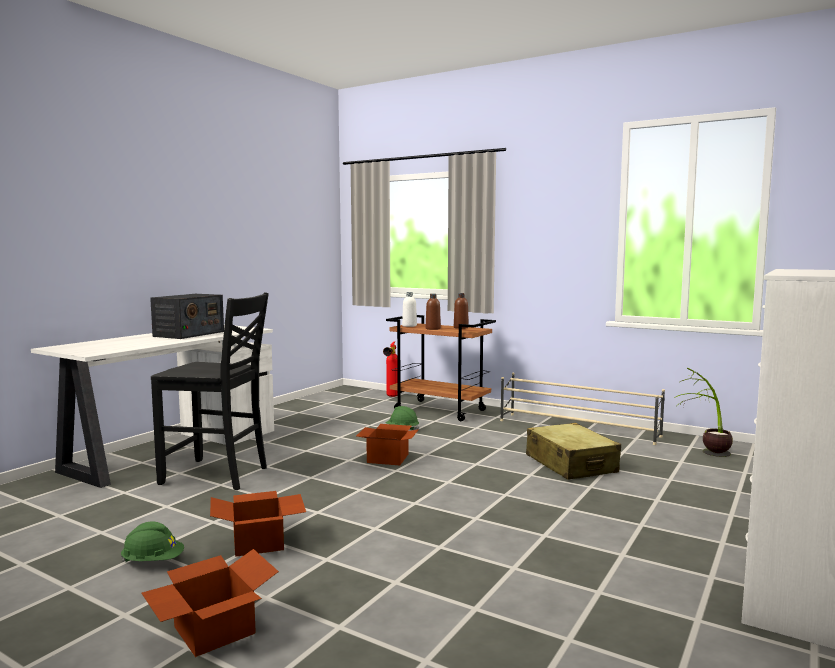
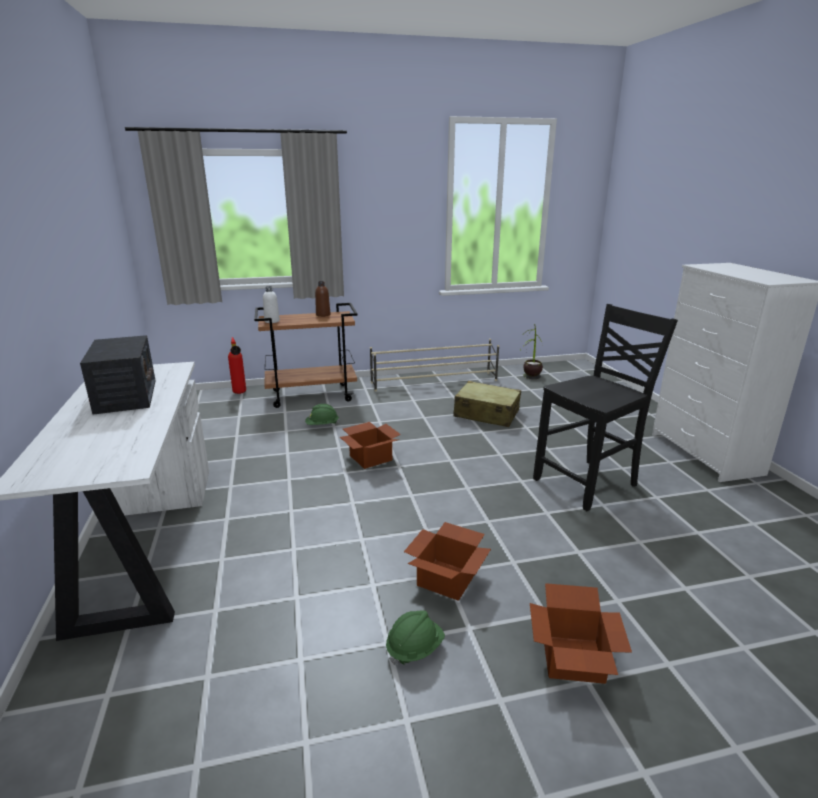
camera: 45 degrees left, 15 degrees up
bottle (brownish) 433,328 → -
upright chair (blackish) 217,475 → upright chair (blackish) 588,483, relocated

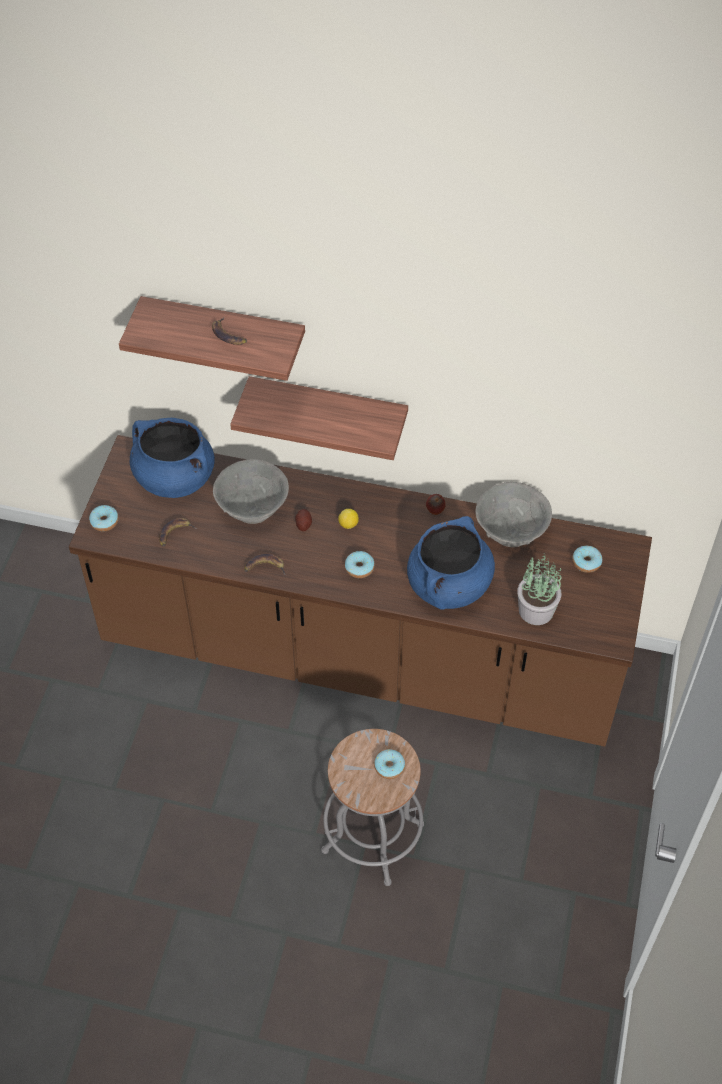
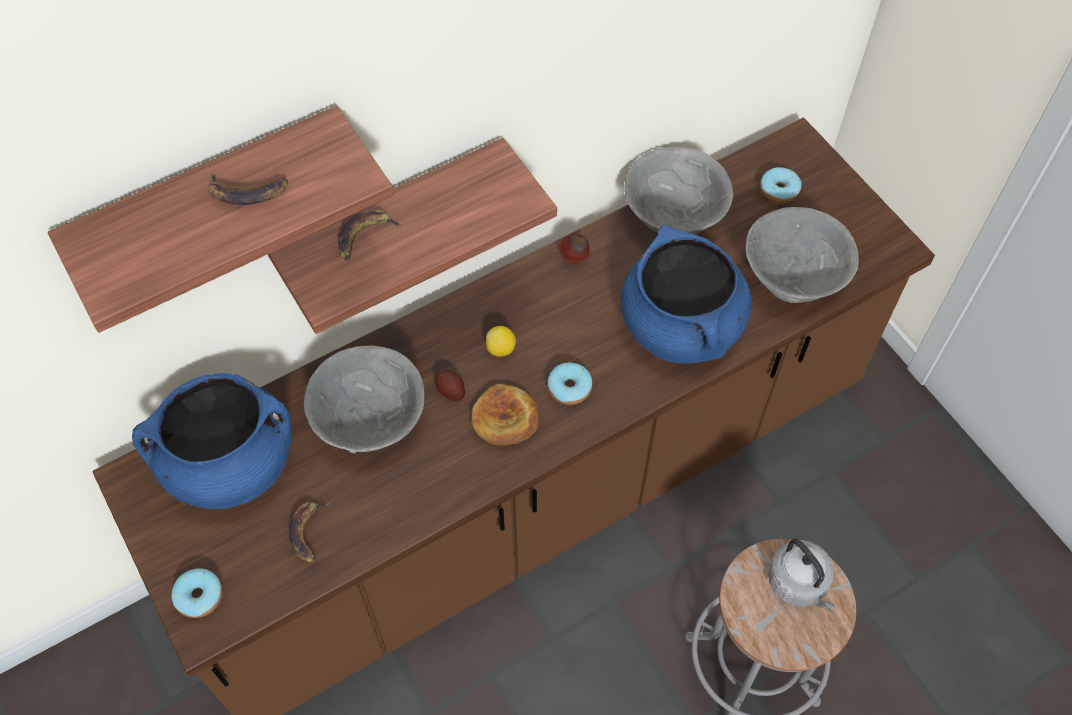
camera: 45 degrees left, 5 degrees up
- → baked bread 505,418
banana fruit 264,567 → banana fruit 364,237, relocated
doughnut 389,767 → water kettle (greyish) 799,584
houseplant 535,609 → bowl (greyish) 792,279

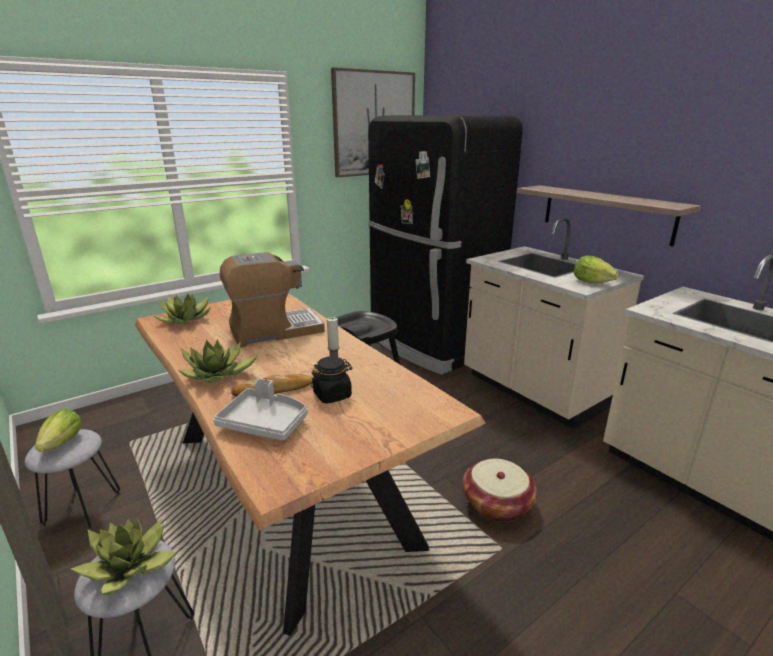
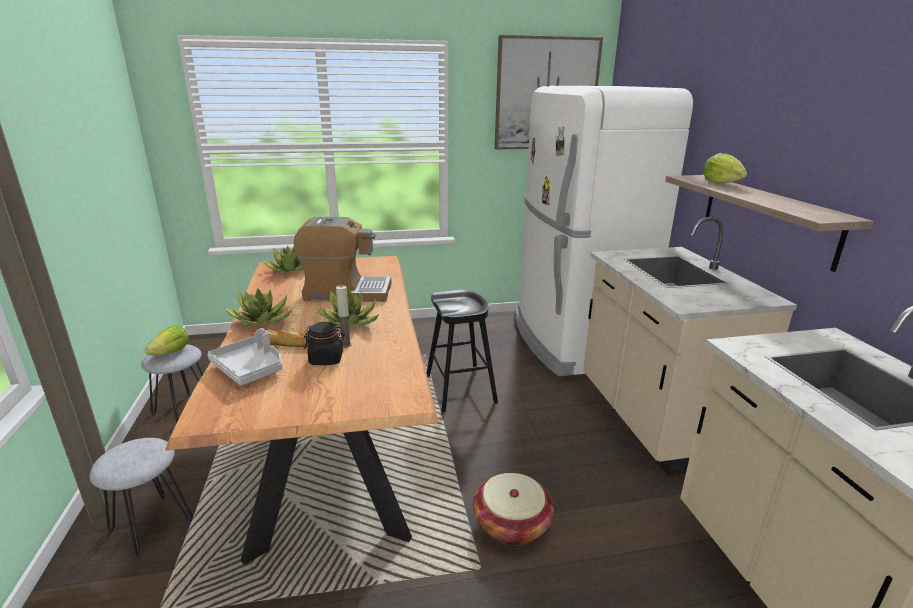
camera: 25 degrees right, 0 degrees up
houseplant 130,567 → houseplant 350,322, relocated
lettuce 591,282 → lettuce 721,184, relocated
kitchen fridge (blackish) 429,343 → kitchen fridge (white) 572,341

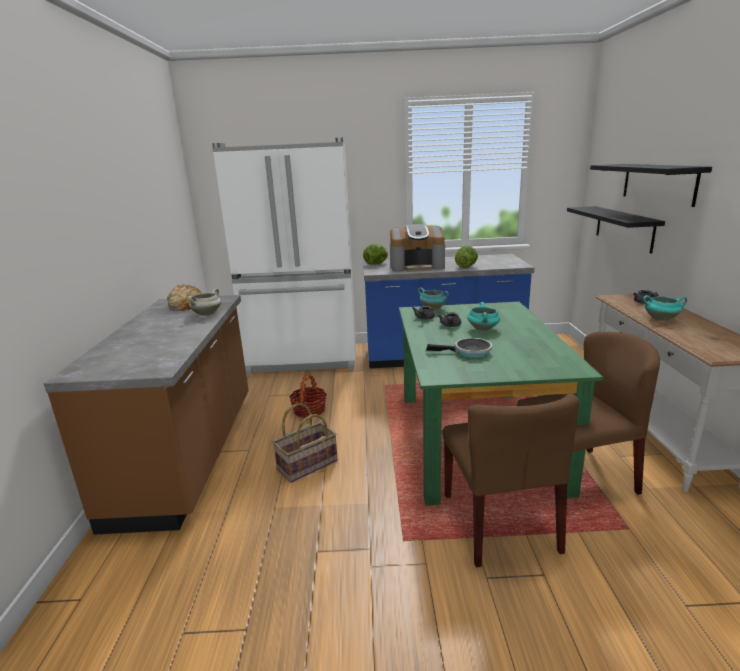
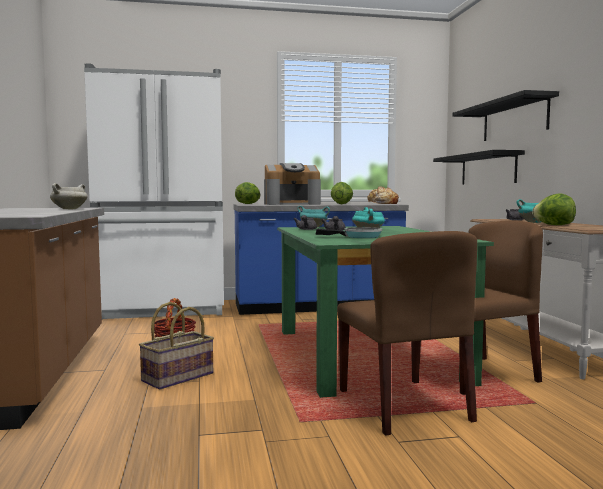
camera: 10 degrees left, 15 degrees down
- → lettuce 554,225
baked bread 186,305 → baked bread 382,203, relocated

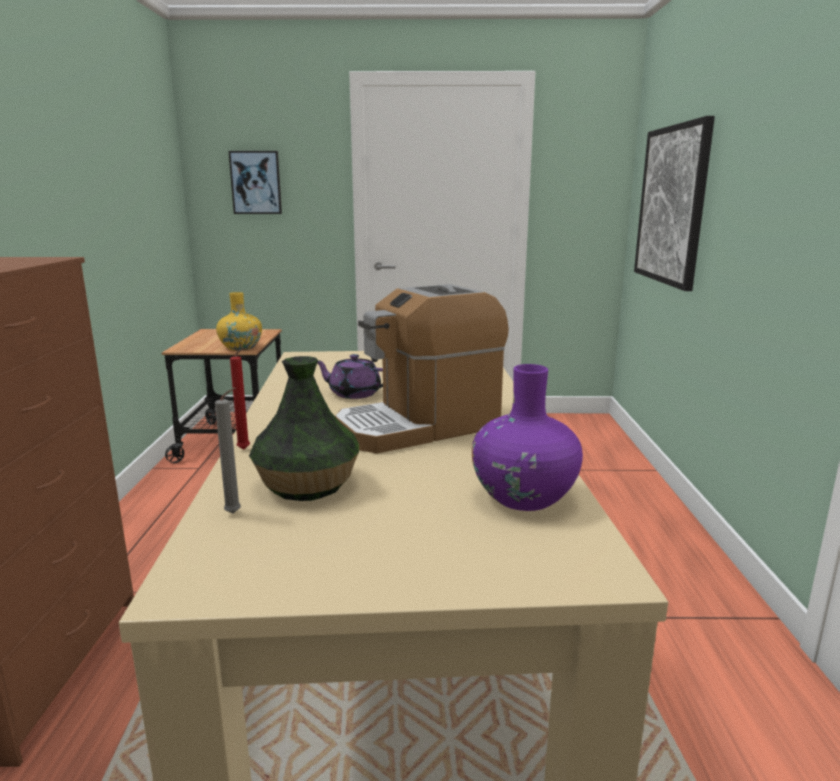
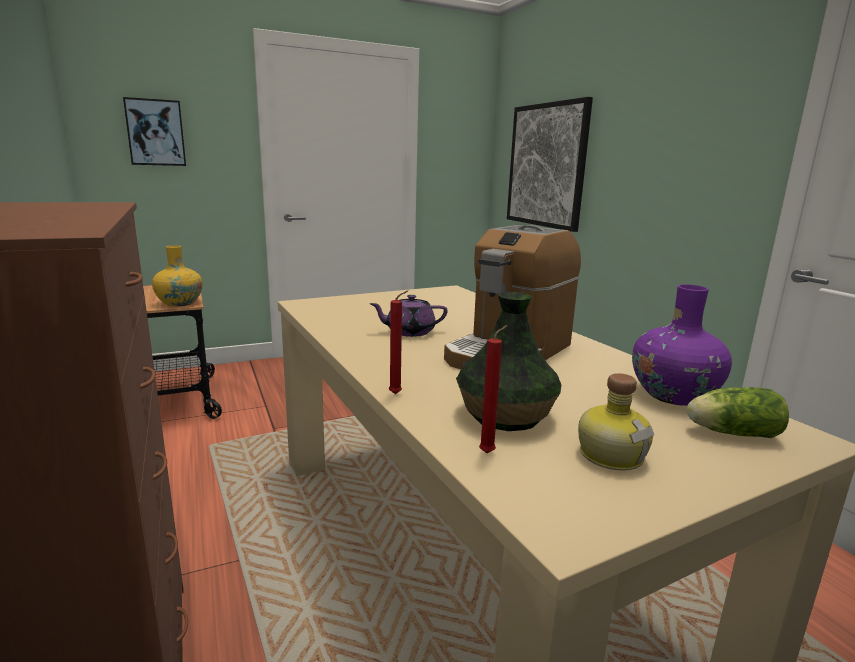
camera: 25 degrees left, 0 degrees up
- → bottle 611,454
- → lettuce 730,433
wax candle (greyish) 235,513 → wax candle (reddish) 489,452

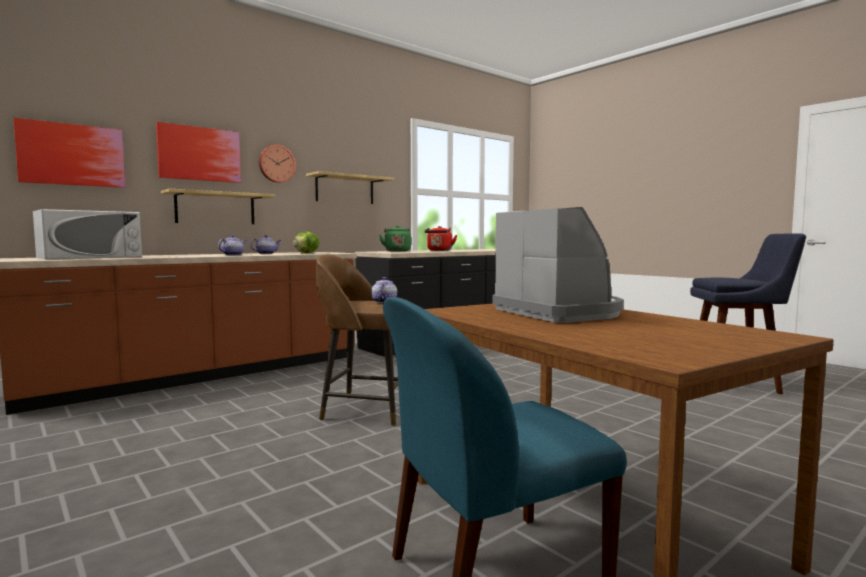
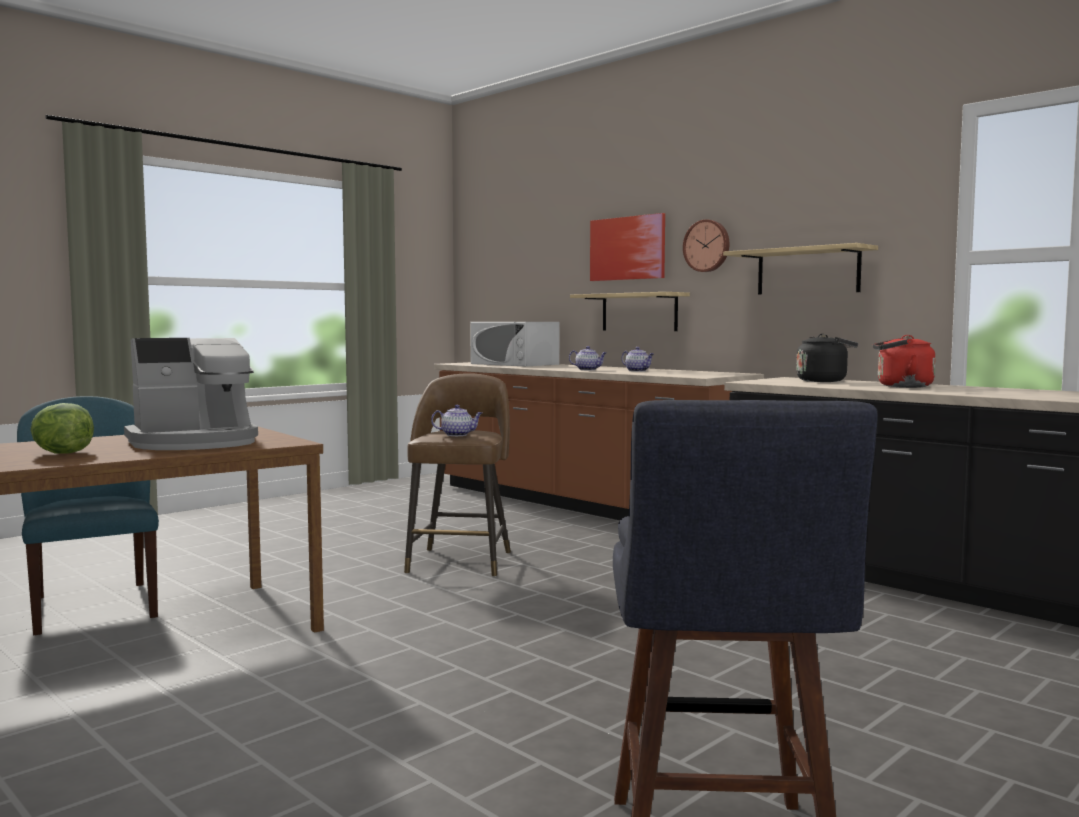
camera: 85 degrees right, 0 degrees up
wall art 72,155 → -
lettuce 306,253 → lettuce 62,453, relocated
water kettle (green-coloured) 397,251 → water kettle (blackish) 824,381

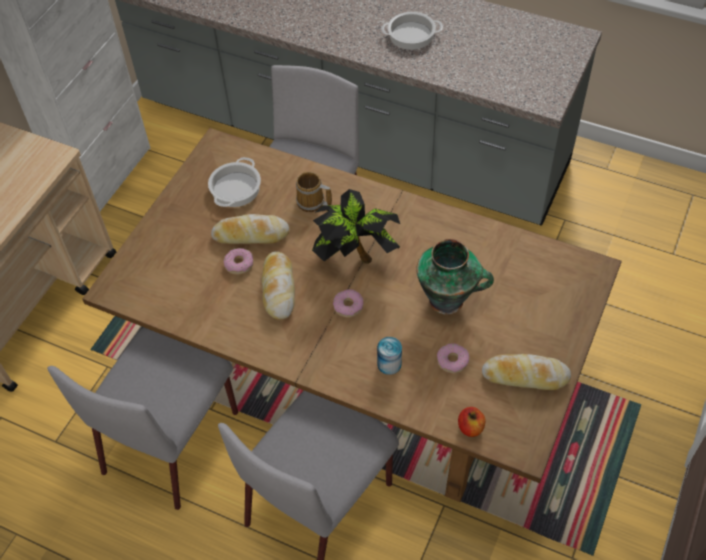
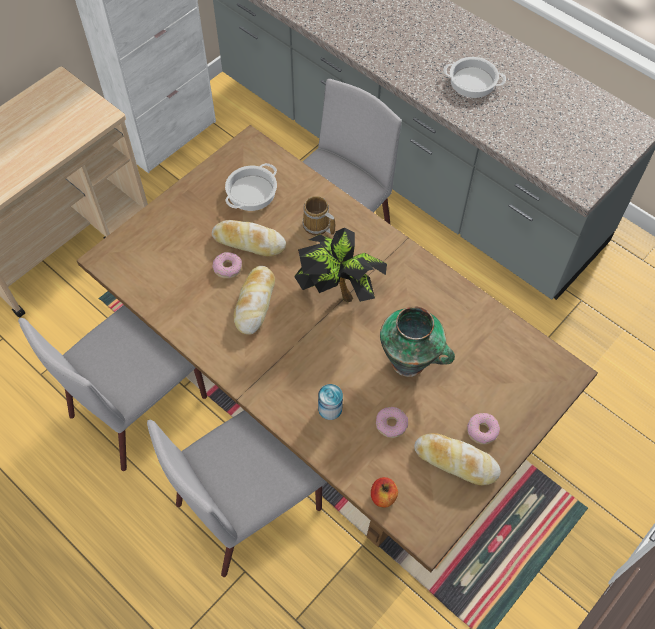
camera: 15 degrees right, 5 degrees up
doughnut 348,306 → doughnut 482,430, relocated

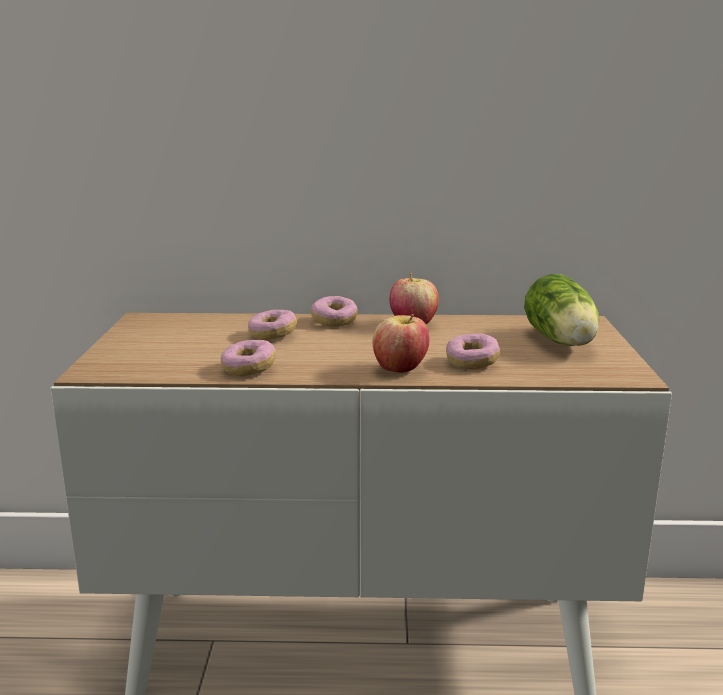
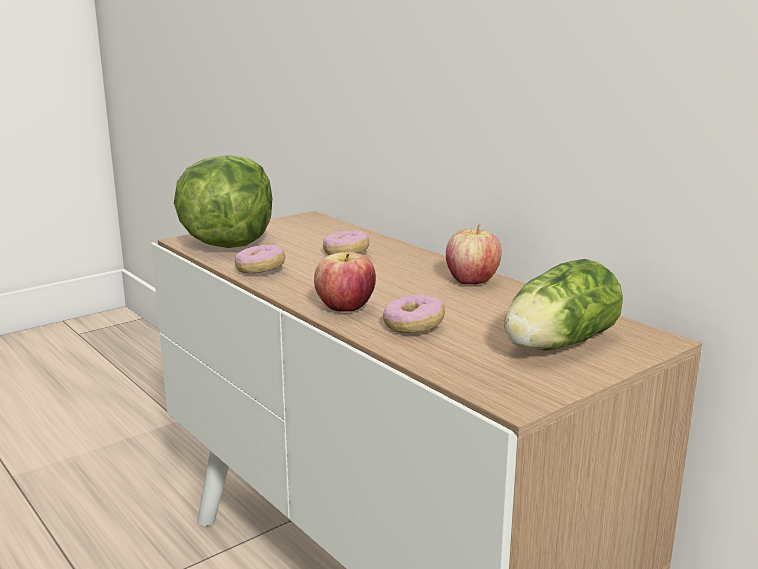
camera: 50 degrees right, 0 degrees up
doughnut 334,321 → -
- → lettuce 227,244

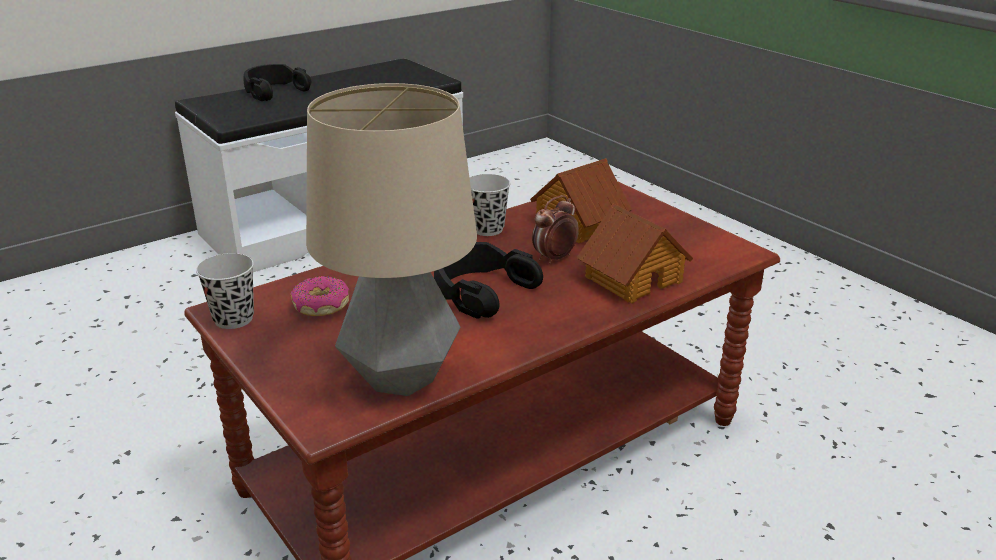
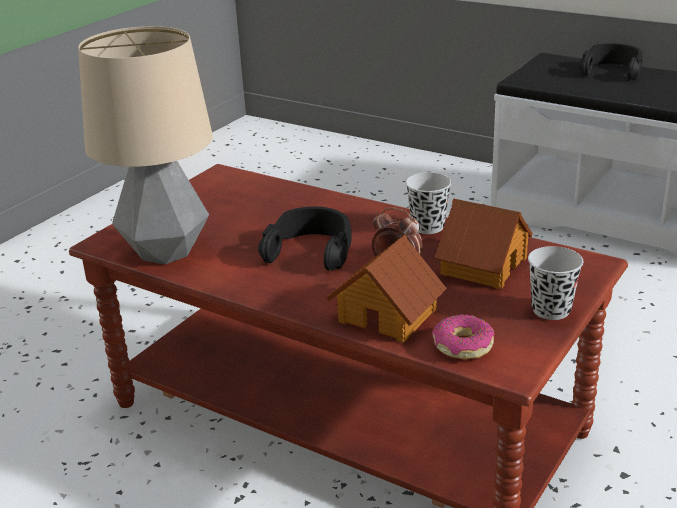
camera: 70 degrees right, 0 degrees up
cup (blackish) 233,319 → cup (blackish) 551,310, relocated
doughnut 321,306 → doughnut 462,346, relocated

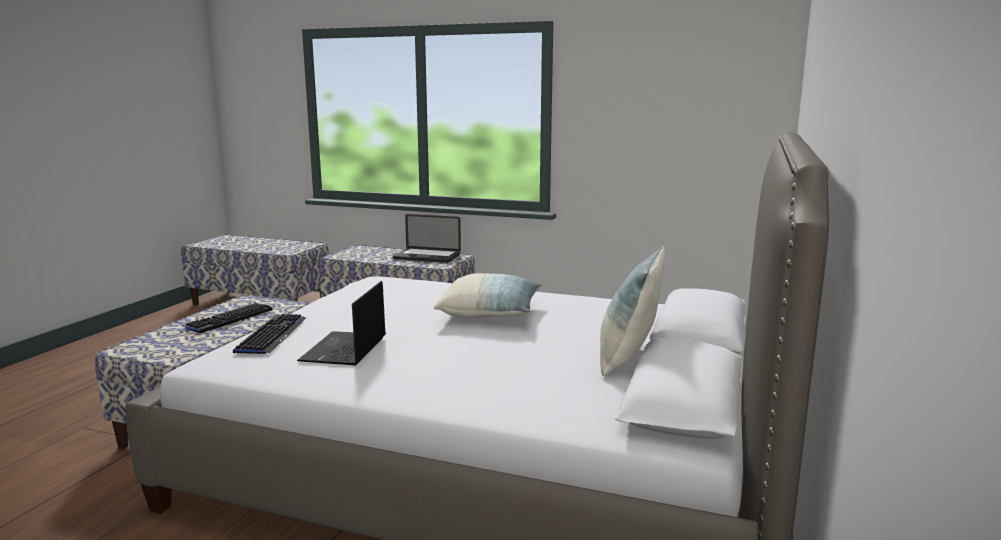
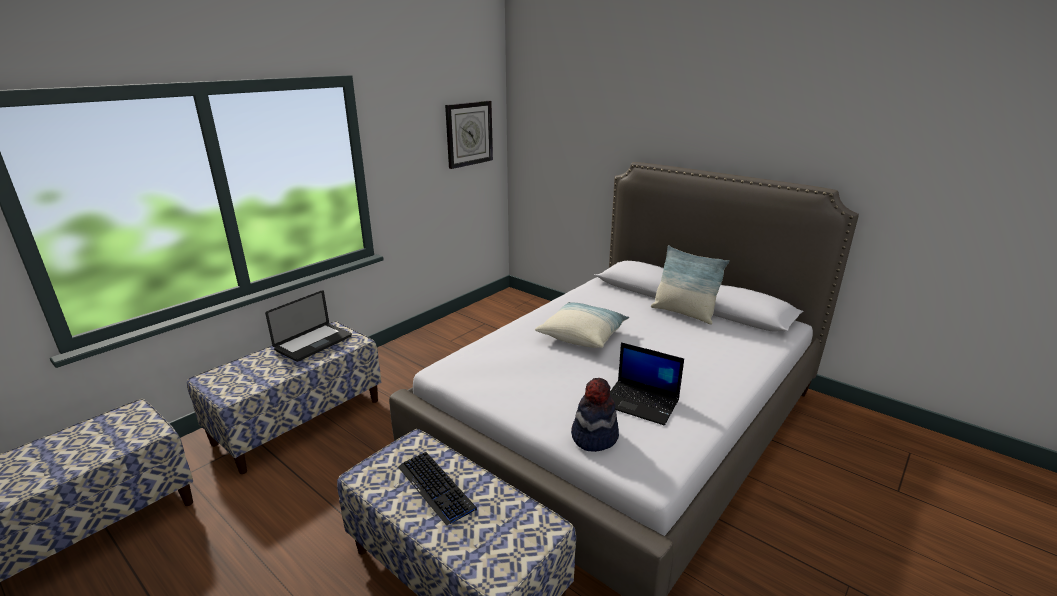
camera: 70 degrees left, 10 degrees up
- → wall clock 469,134
computer keyboard 272,335 → clothing hat 594,436

